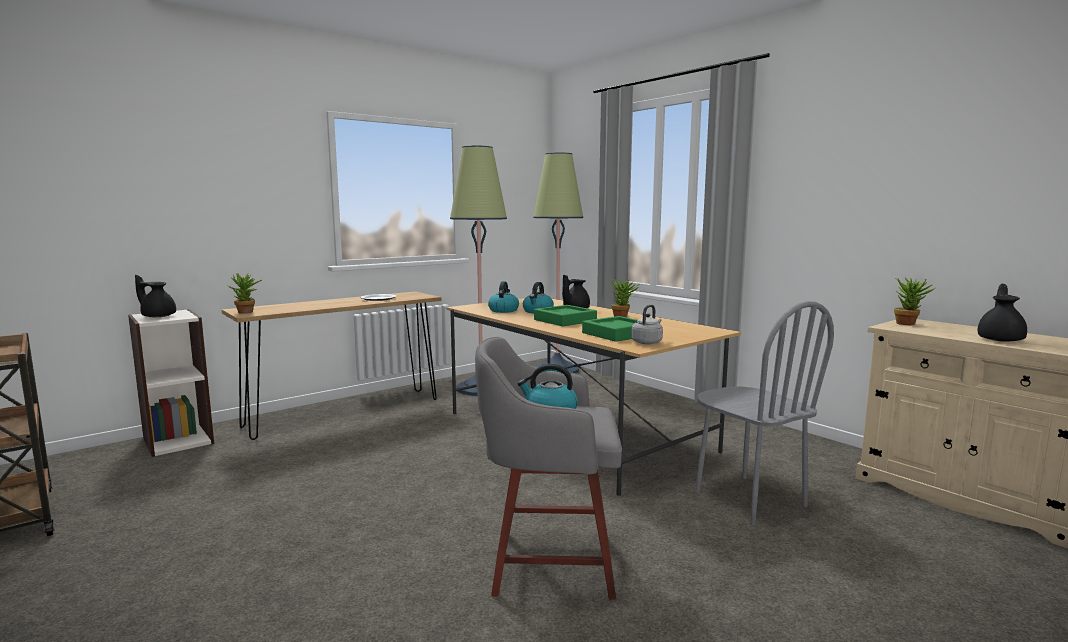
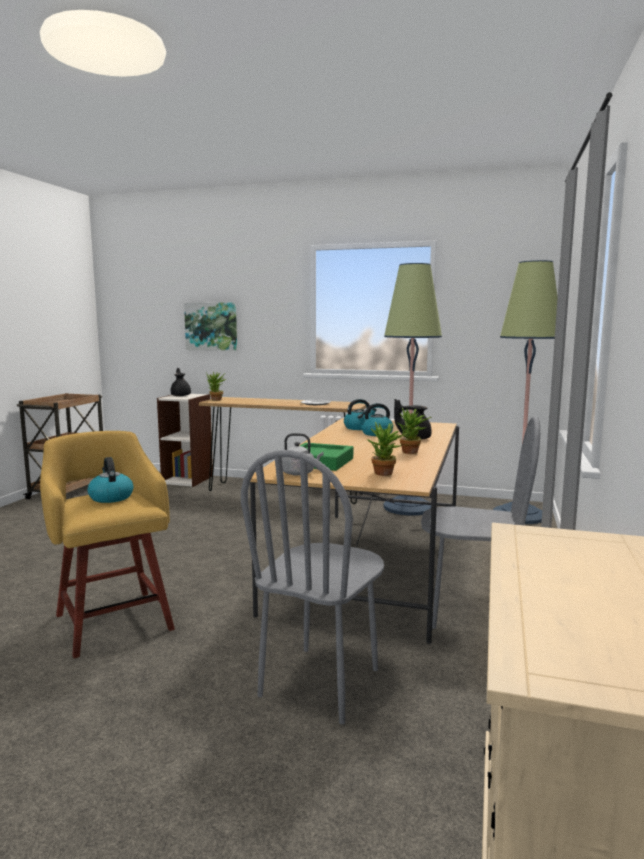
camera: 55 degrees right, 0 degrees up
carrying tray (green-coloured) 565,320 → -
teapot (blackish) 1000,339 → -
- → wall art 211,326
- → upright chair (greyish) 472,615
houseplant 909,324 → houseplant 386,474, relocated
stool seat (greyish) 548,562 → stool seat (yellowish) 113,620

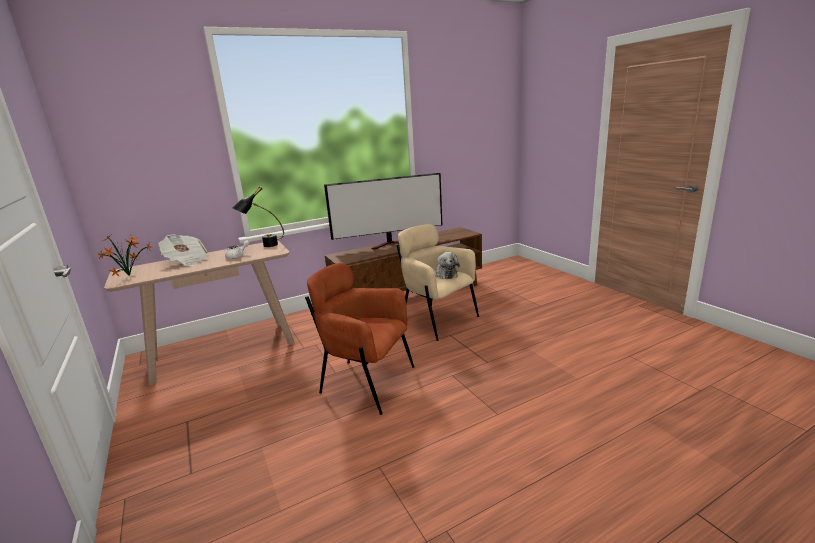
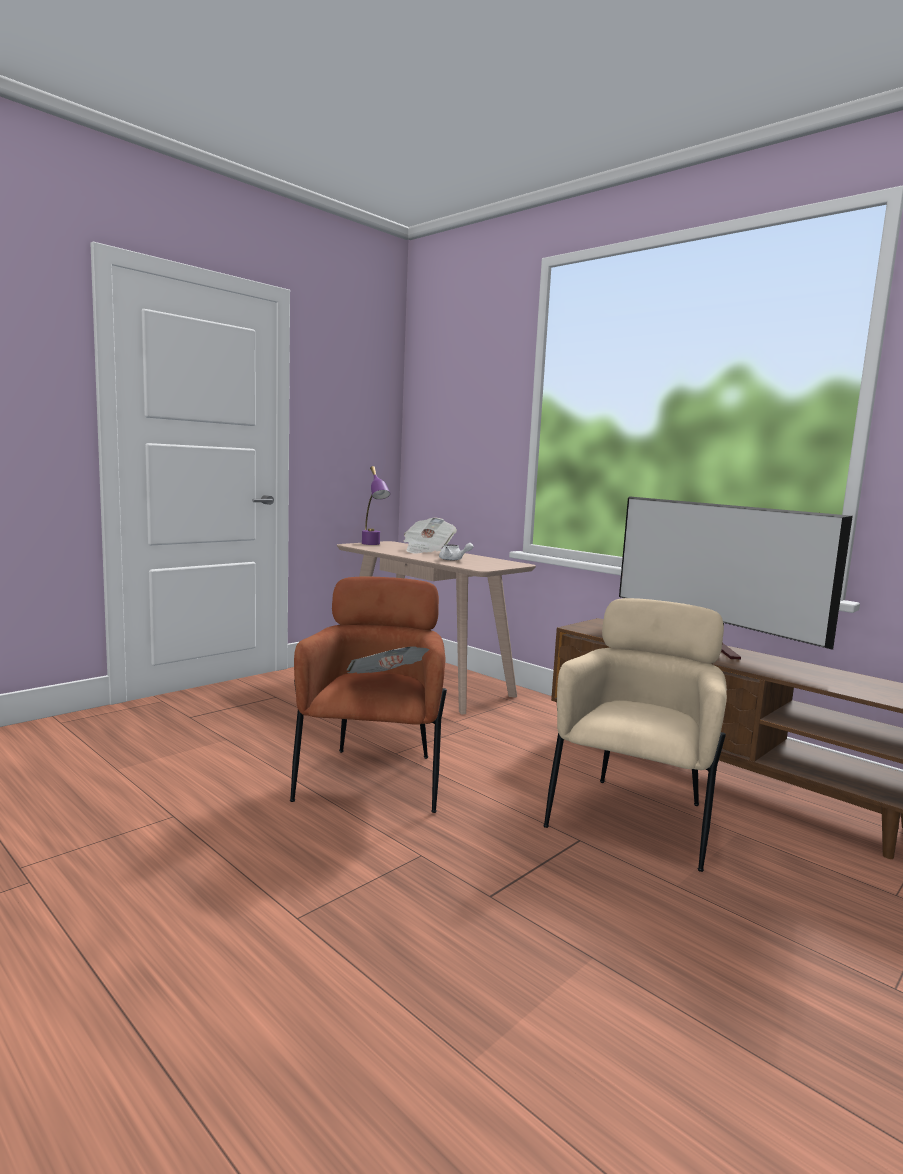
camera: 70 degrees right, 10 degrees down
lamp for a table (blackish) 263,246 → -
soft toy 445,274 → -
- → daily paper 386,683
houseplant 130,275 → lamp for a table (purplish) 373,545

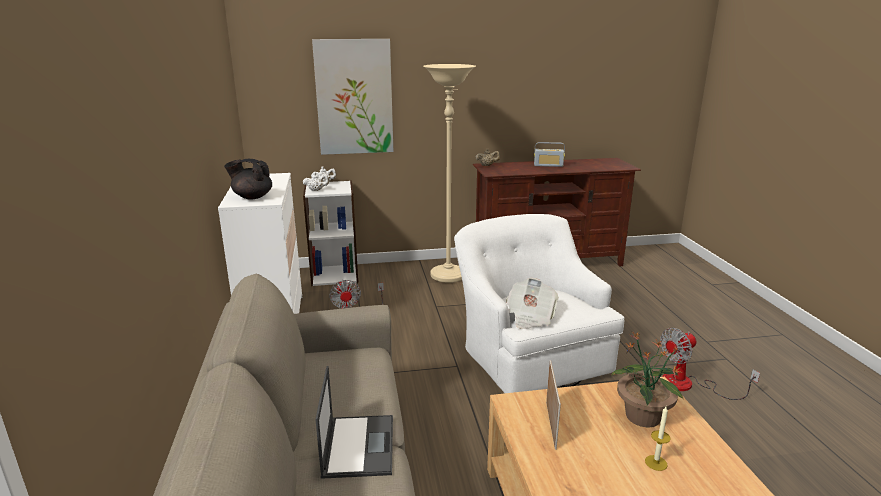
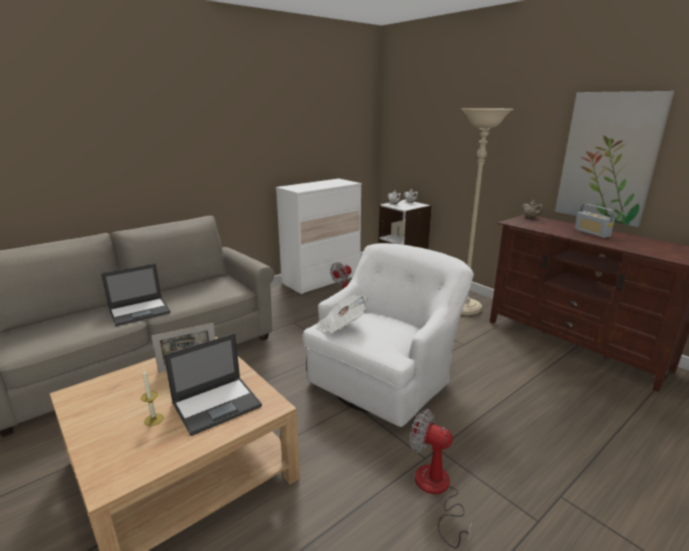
camera: 60 degrees right, 0 degrees up
teapot (blackish) 252,197 → -
wall art 354,97 → wall art 608,158, relocated
houseplant 642,417 → portable computer 218,404

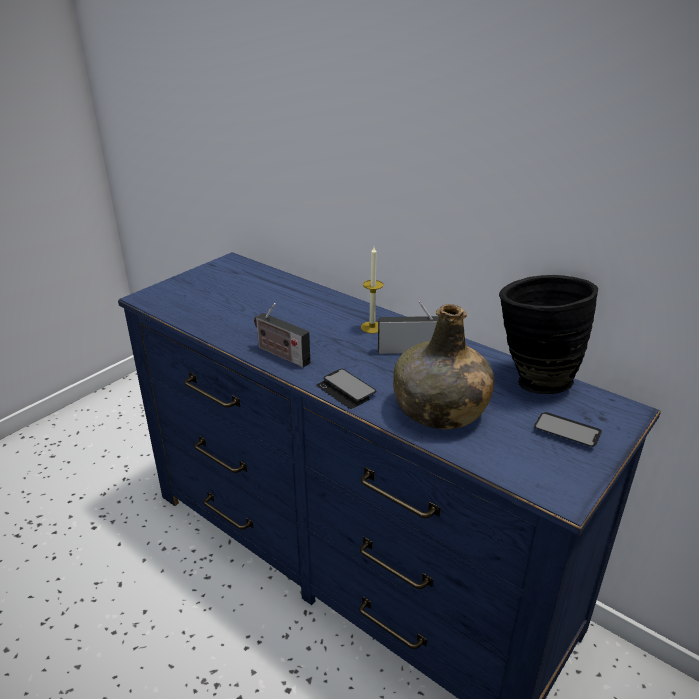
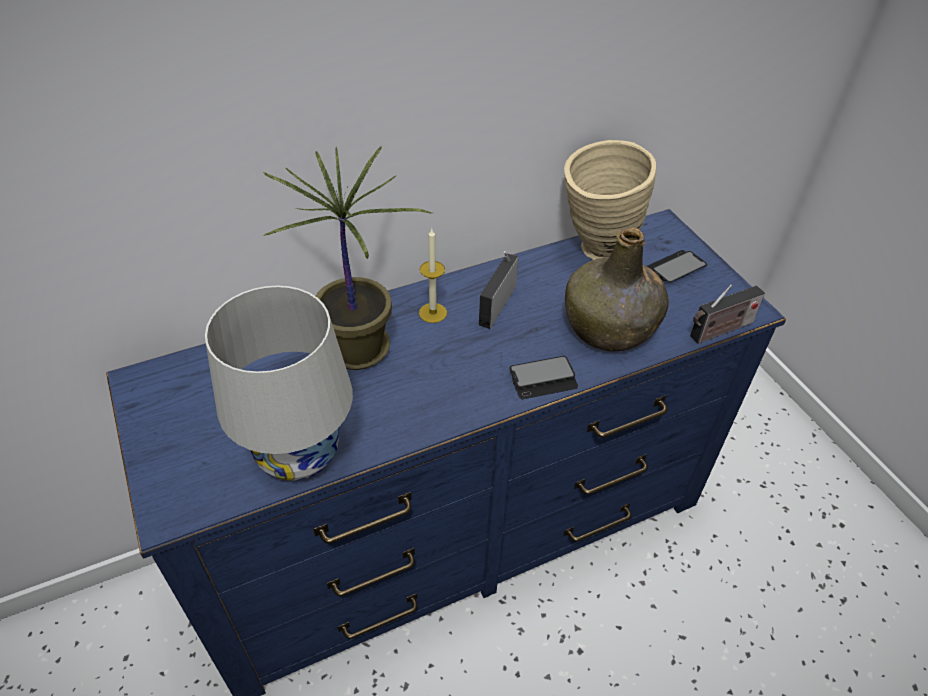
camera: 65 degrees left, 15 degrees up
- → lamp for a table (white) 298,454
- → houseplant 359,350
radio 281,354 → radio 719,331, relocated
flower vase (blackish) 532,379 → flower vase (beige-coloured) 595,251

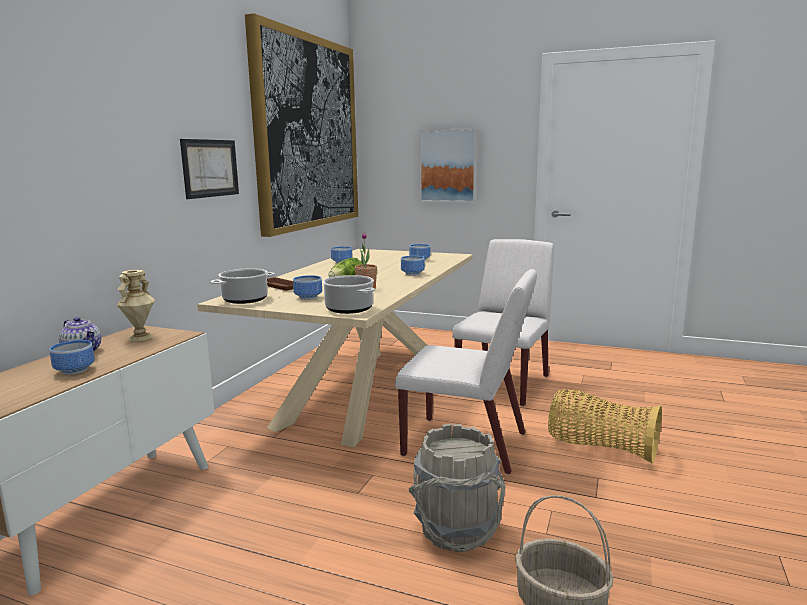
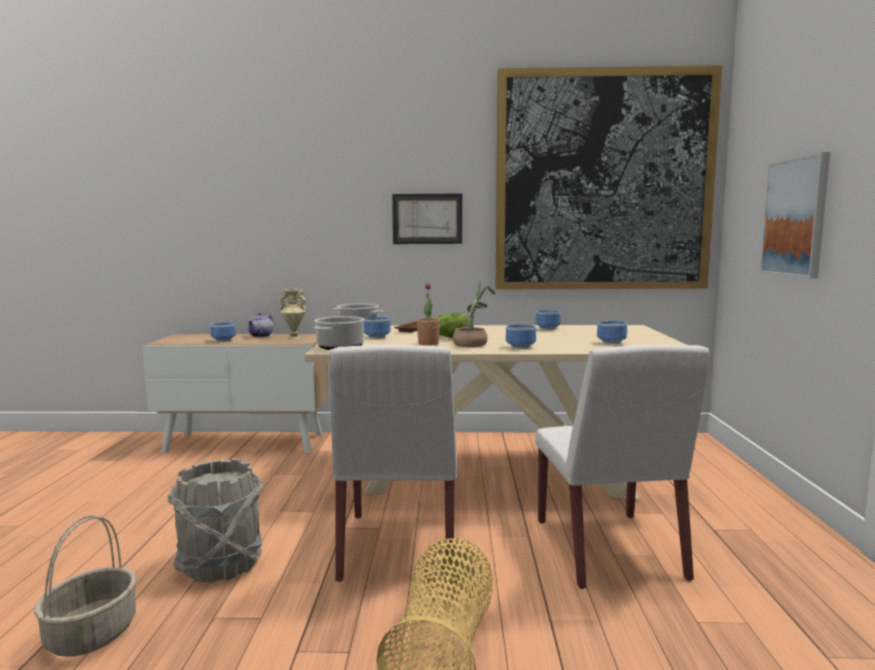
camera: 70 degrees right, 5 degrees down
- → houseplant 473,344
upright chair (white) 503,384 → upright chair (white) 609,550, 75 degrees clockwise

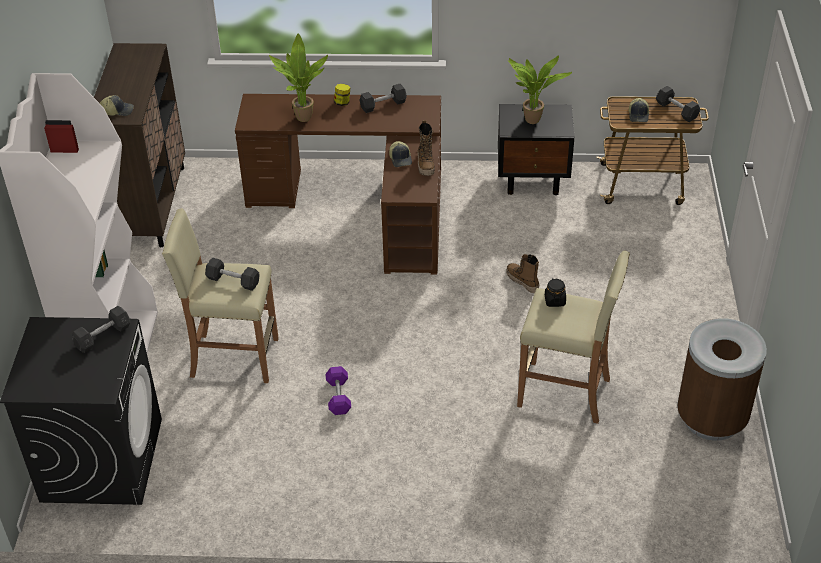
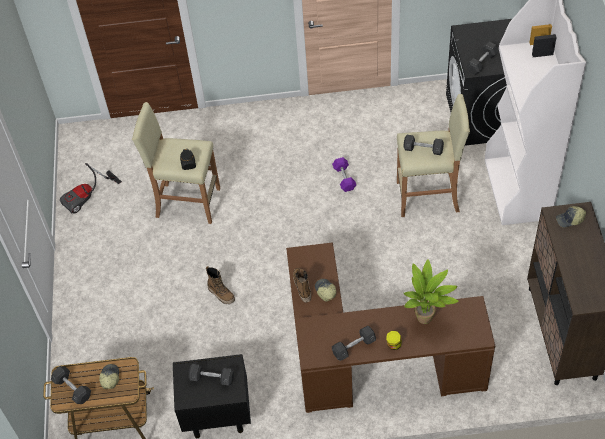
camera: 175 degrees right, 10 degrees up
houseplant 532,122 → hand weight (greyish) 212,378
waste bin (brownish) 712,418 → vacuum 88,198

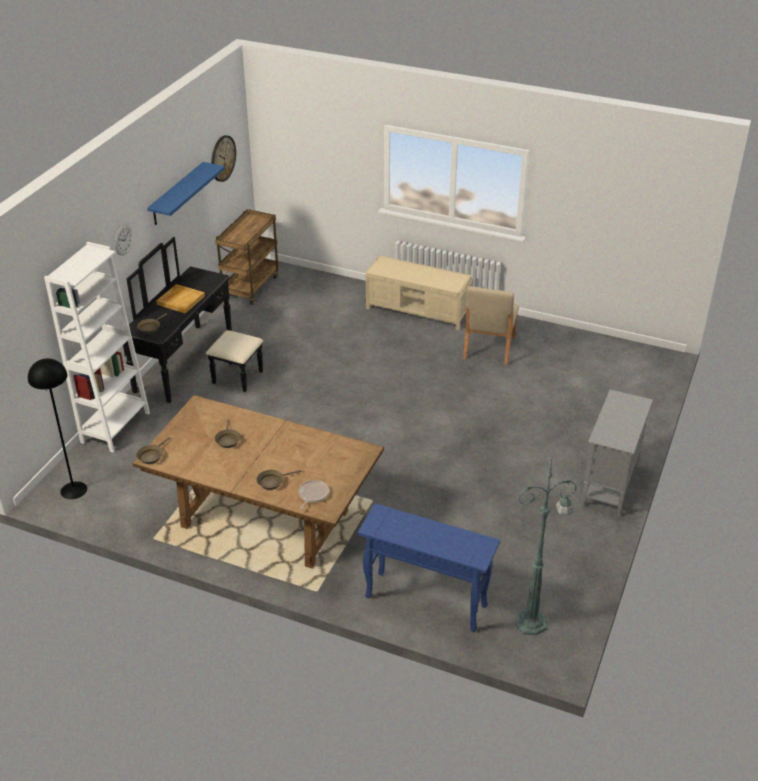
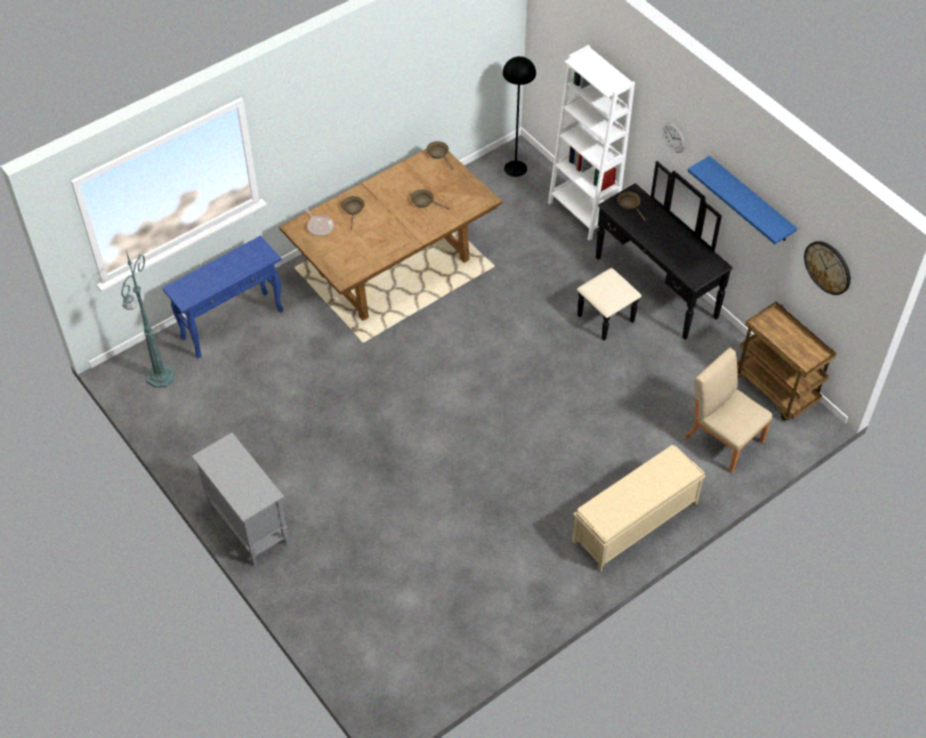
camera: 120 degrees right, 15 degrees up
carrying tray (beige-coloured) 180,300 → -
upright chair (beige-coloured) 488,348 → upright chair (beige-coloured) 723,439, relocated

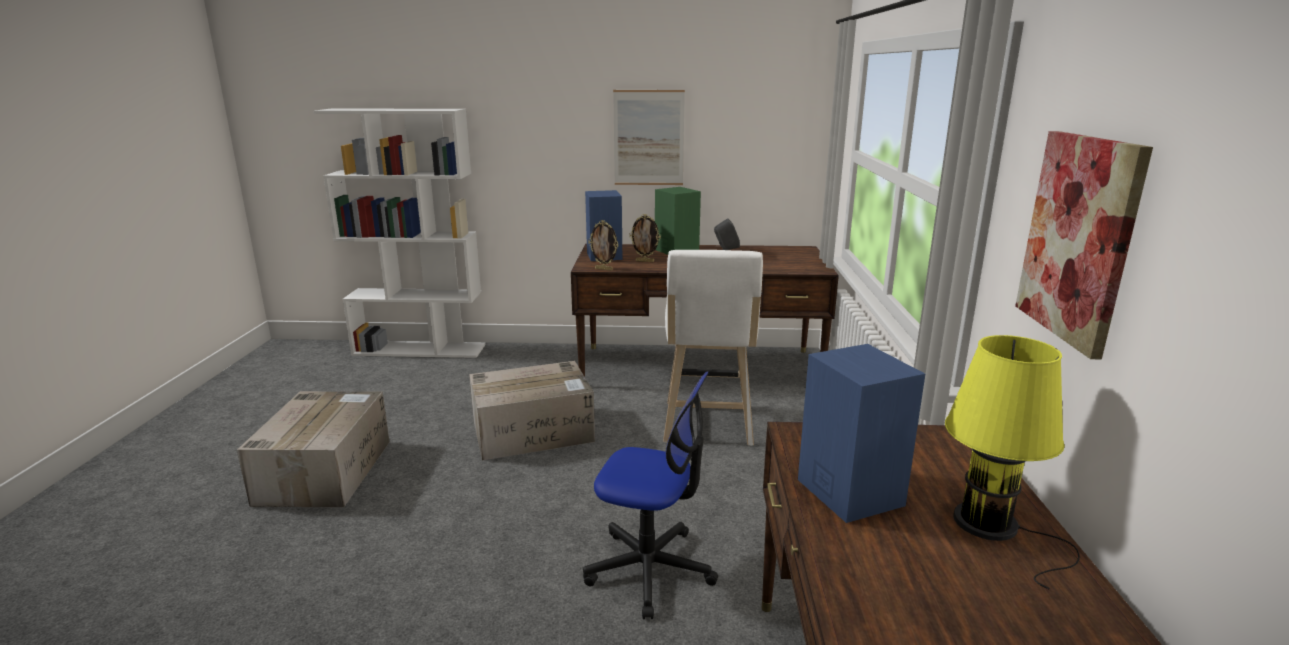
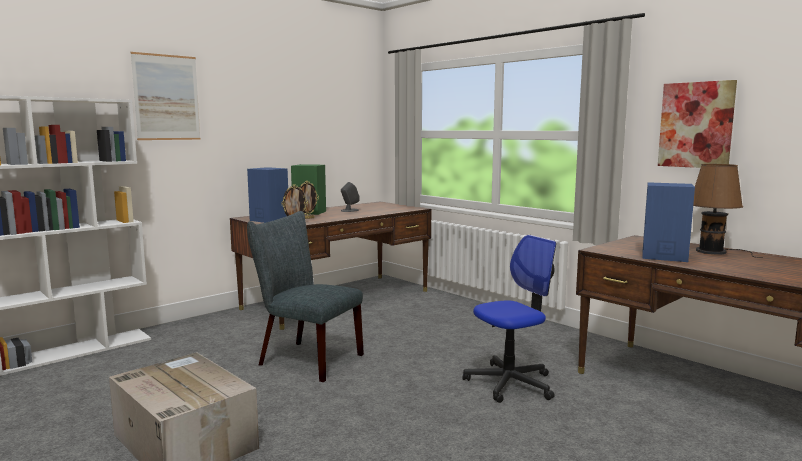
camera: 45 degrees left, 10 degrees down
stool seat (white) 707,426 → -
wall art 648,138 → wall art 166,97, relocated
cardboard box 534,431 → upright chair (greyish) 304,359
lamp for a table (yellowish) 992,526 → lamp for a table (brownish) 714,251

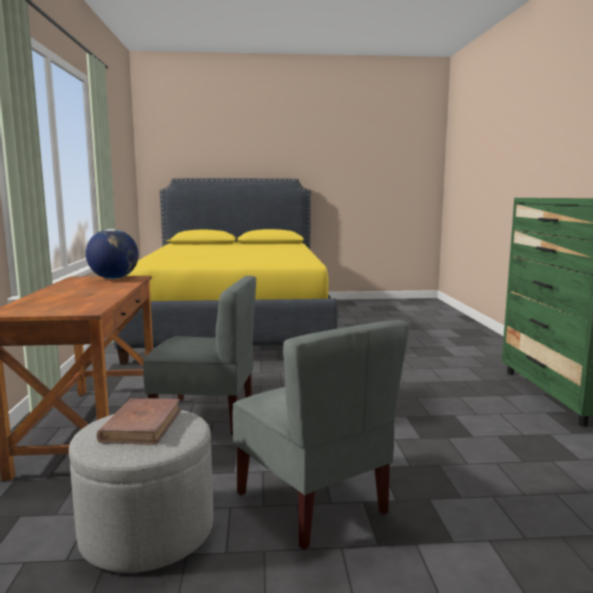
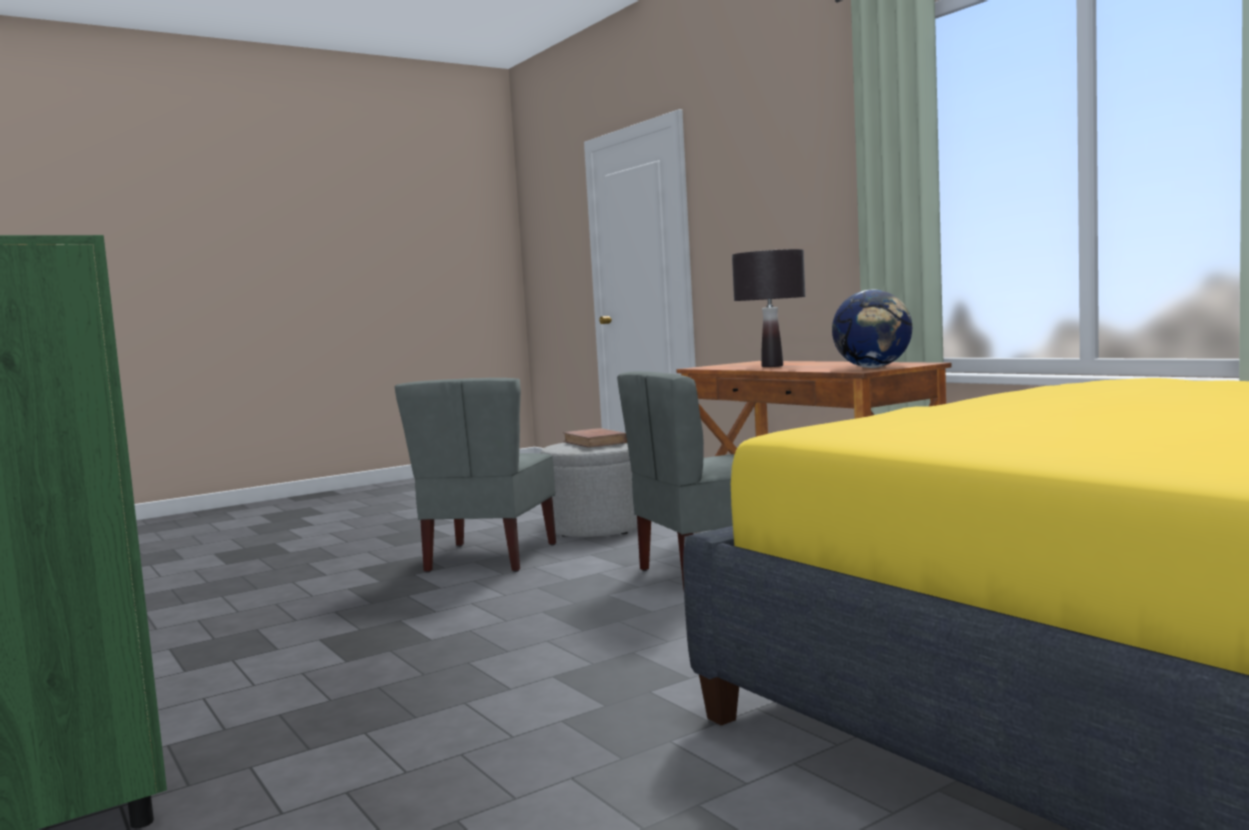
camera: 150 degrees right, 5 degrees down
- → lamp for a table (blackish) 772,366
upright chair (greyish) 313,503 → upright chair (greyish) 489,558, 105 degrees counterclockwise

